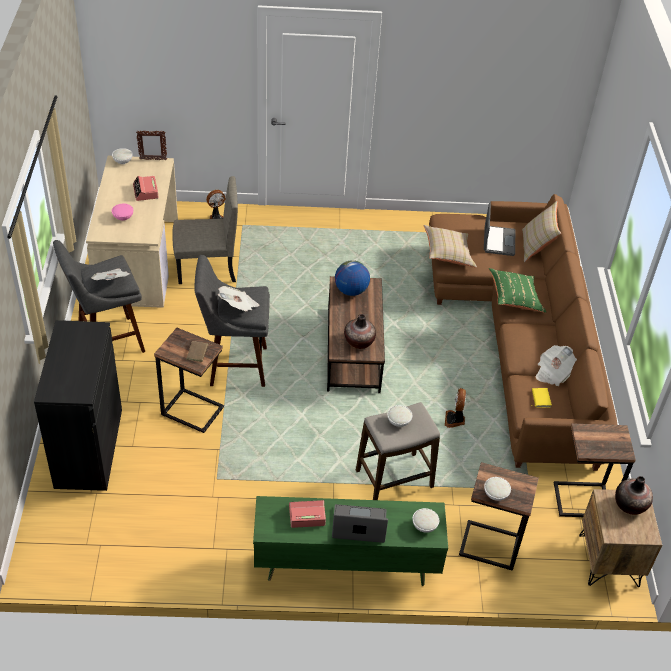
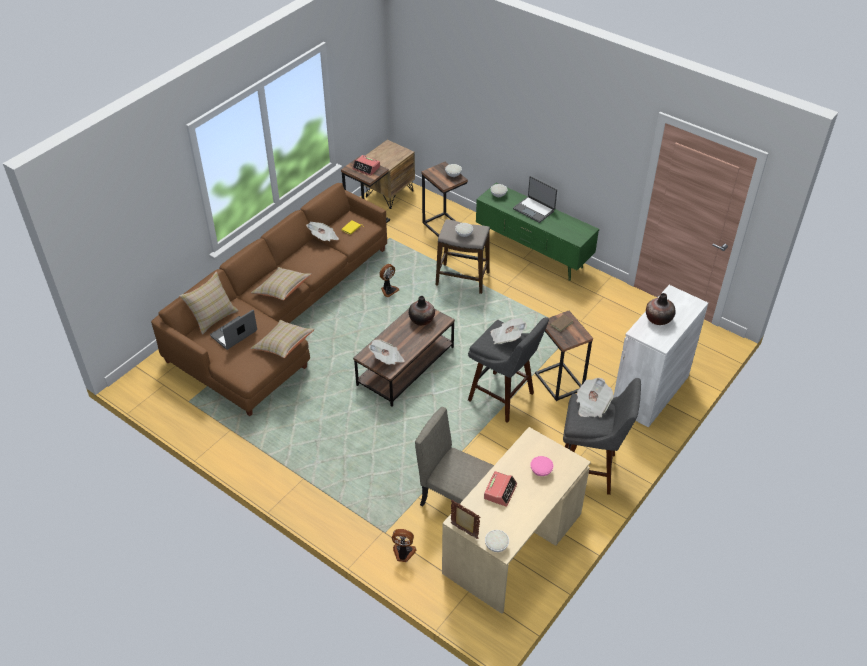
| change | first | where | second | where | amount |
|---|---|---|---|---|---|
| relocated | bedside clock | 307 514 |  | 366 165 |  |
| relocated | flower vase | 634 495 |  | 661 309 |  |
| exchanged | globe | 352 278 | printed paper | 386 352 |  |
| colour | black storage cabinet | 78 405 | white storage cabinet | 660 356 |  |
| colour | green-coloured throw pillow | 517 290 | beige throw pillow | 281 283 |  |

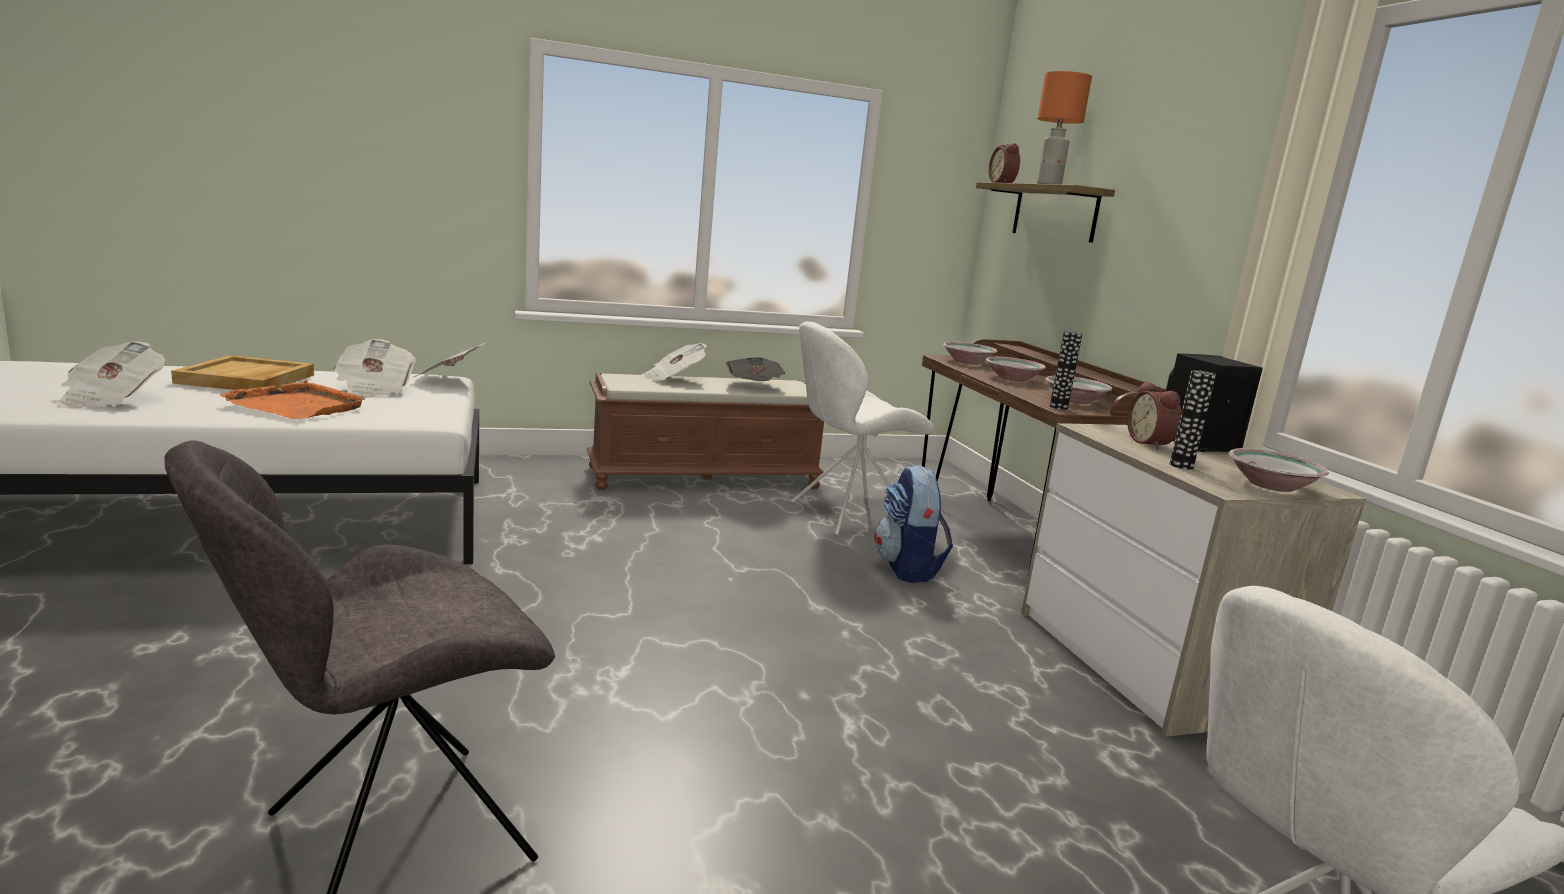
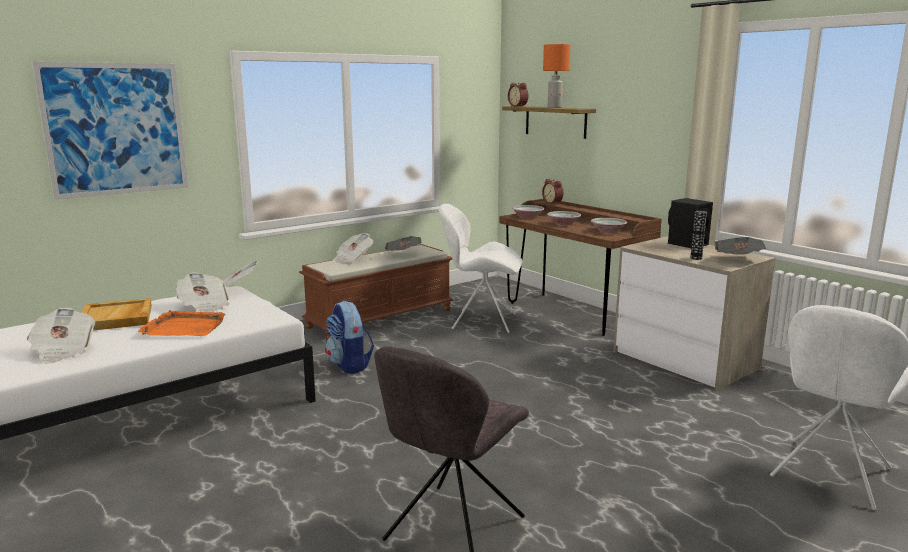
| change | first | where | second | where | amount |
|---|---|---|---|---|---|
| missing | flower vase | 1066 370 |  |  |  |
| appeared |  |  | wall art | 110 131 |  |
| relocated | knapsack | 913 524 |  | 349 337 |  |
| relocated | bedside clock | 1154 415 |  | 553 191 |  |
| exchanged | bowl | 1278 470 | printed paper | 740 246 |  |
| spun | white plain chair | 862 428 |  | 480 268 | 60 degrees clockwise |

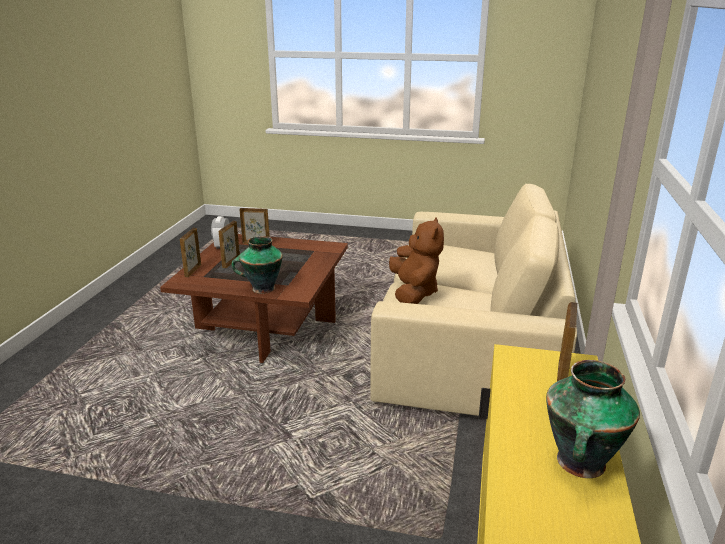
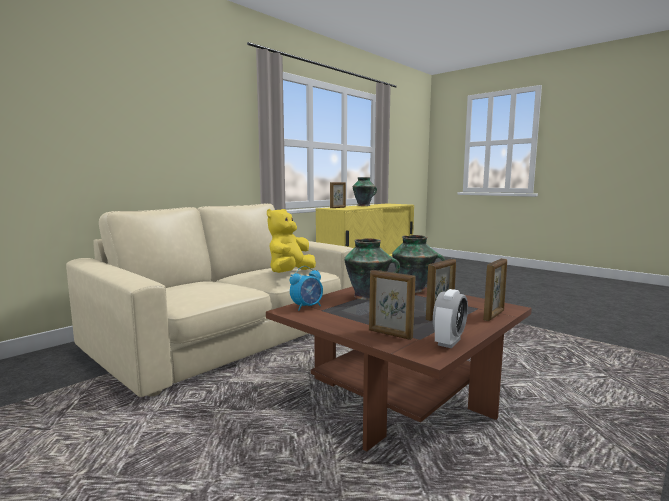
| change | first | where | second | where | amount |
|---|---|---|---|---|---|
| appeared |  |  | bedside clock | 306 288 |  |
| appeared |  |  | flower vase | 372 269 |  |
| colour | brown-coloured plush toy | 416 260 | yellow plush toy | 291 241 |  |

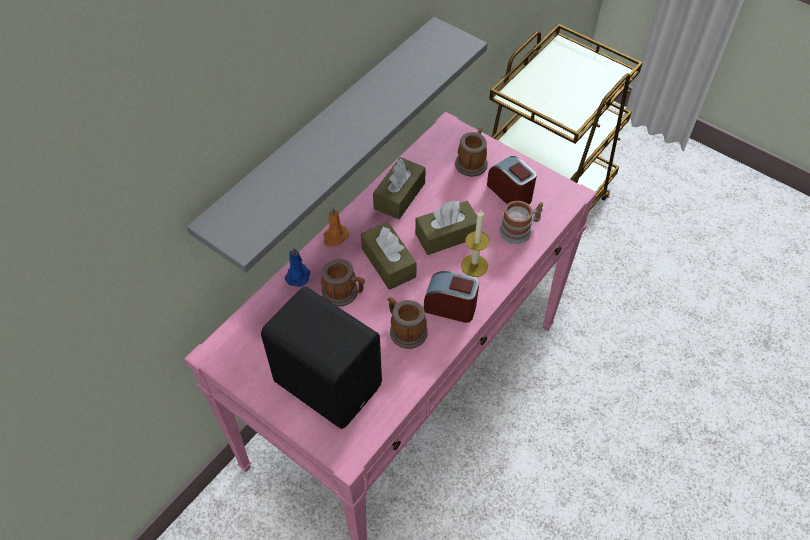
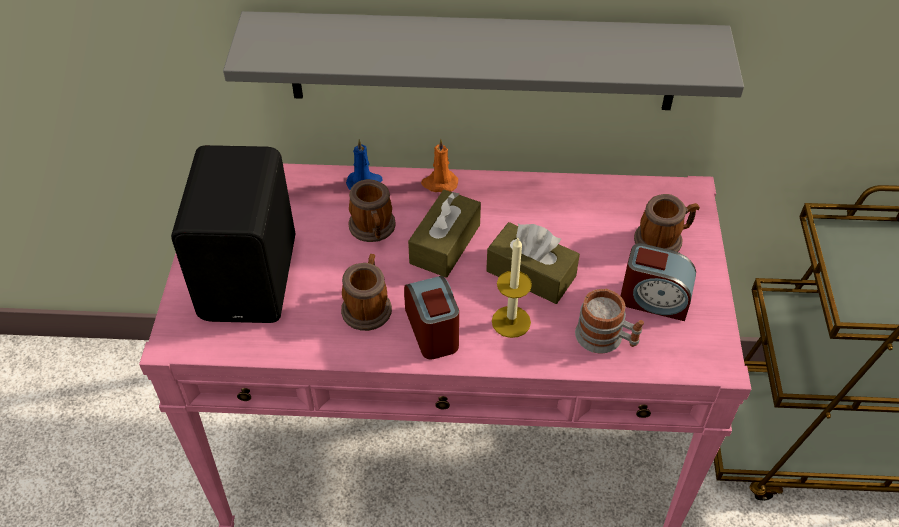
| change | first | where | second | where | amount |
|---|---|---|---|---|---|
| missing | brown-coloured box of tissues | 399 188 |  |  |  |
| spun | bedside clock | 512 180 |  | 658 282 | 90 degrees clockwise |

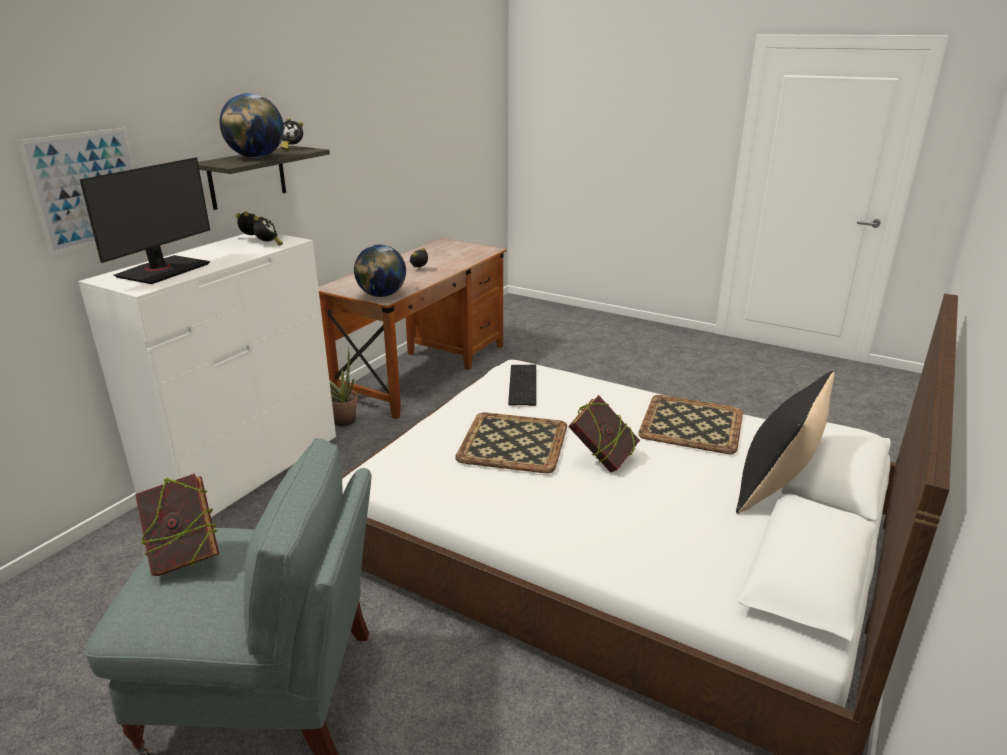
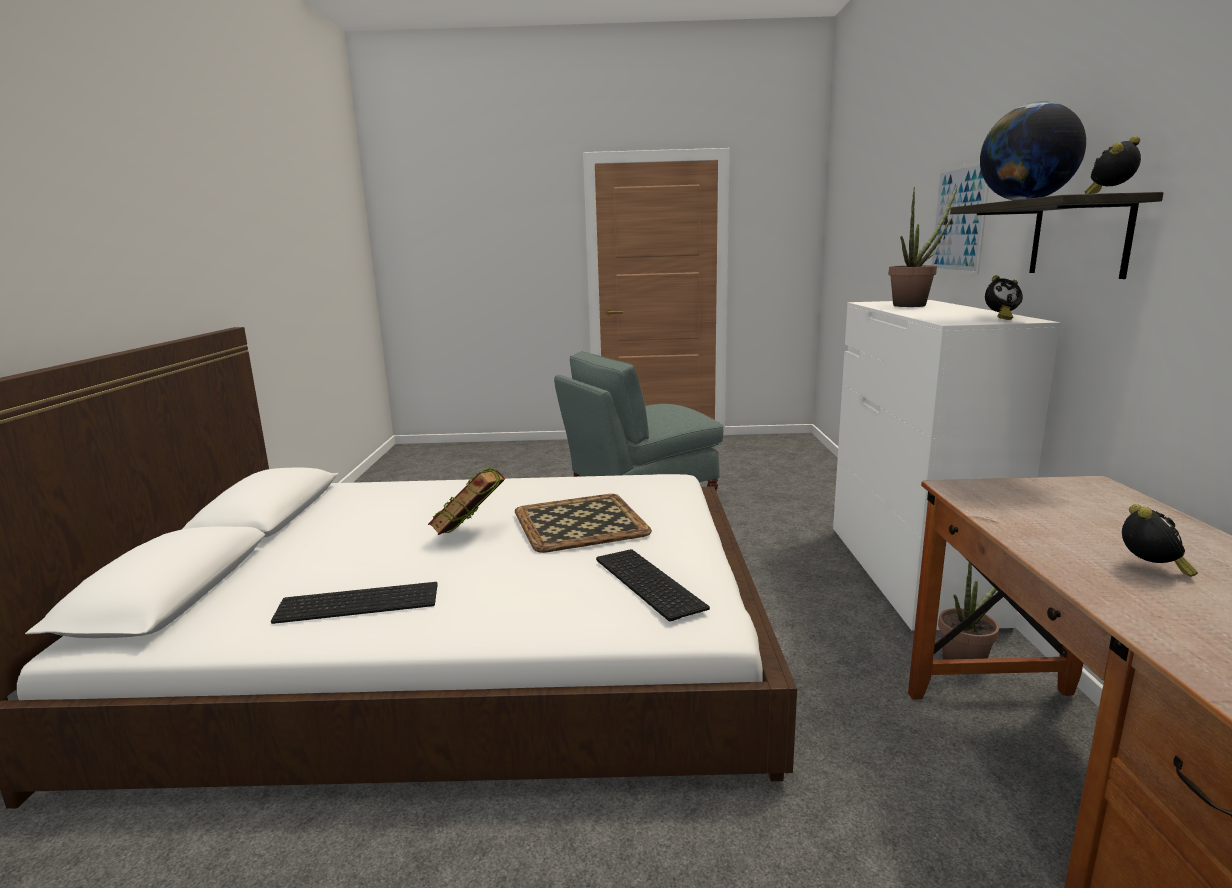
| change | first | where | second | where | amount |
|---|---|---|---|---|---|
| missing | book | 177 524 |  |  |  |
| missing | bedside clock | 268 231 |  |  |  |
| missing | globe | 380 271 |  |  |  |
| missing | black throw pillow | 785 442 |  |  |  |
| exchanged | monitor | 144 220 | potted plant | 922 246 |  |
| exchanged | serving tray | 690 424 | keyboard | 354 603 |  |

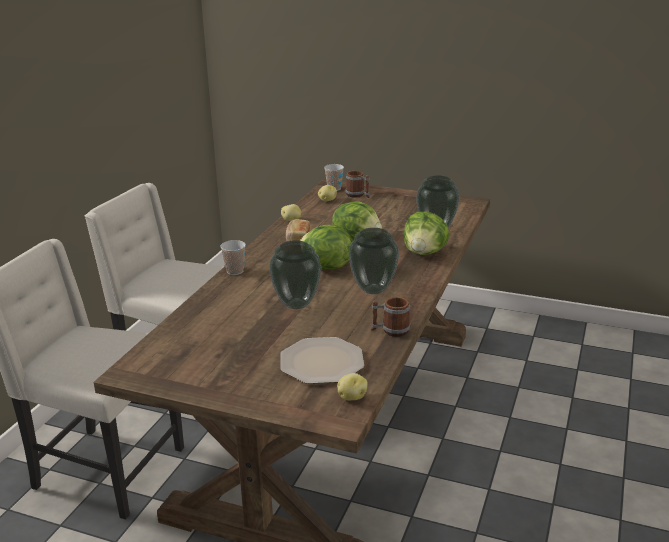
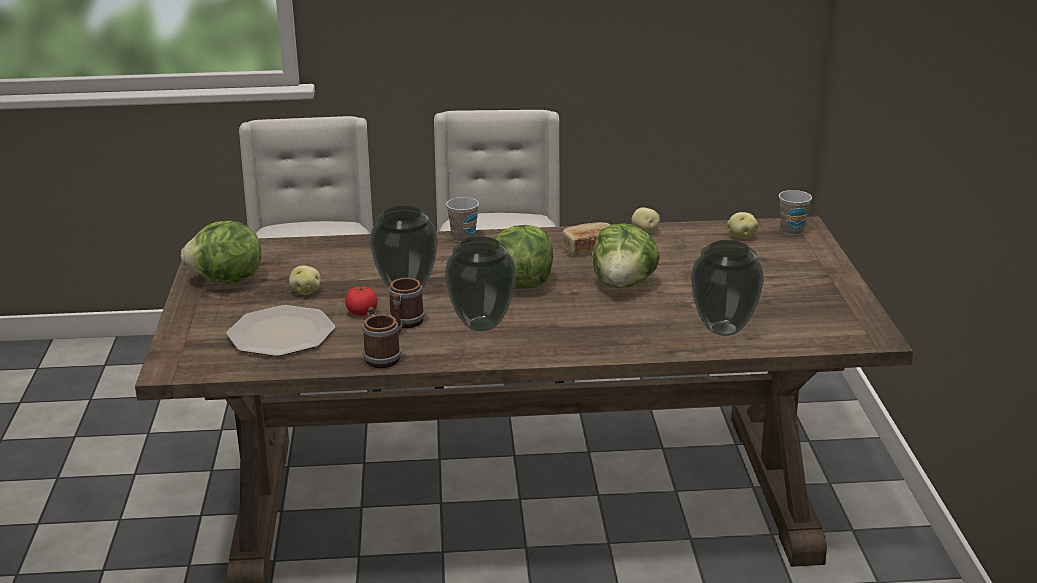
| change | first | where | second | where | amount |
|---|---|---|---|---|---|
| appeared |  |  | tomato | 361 301 |  |
| relocated | spud | 352 386 |  | 305 280 |  |
| relocated | tea mug | 357 184 |  | 407 306 |  |
| relocated | head of lettuce | 426 233 |  | 221 252 |  |

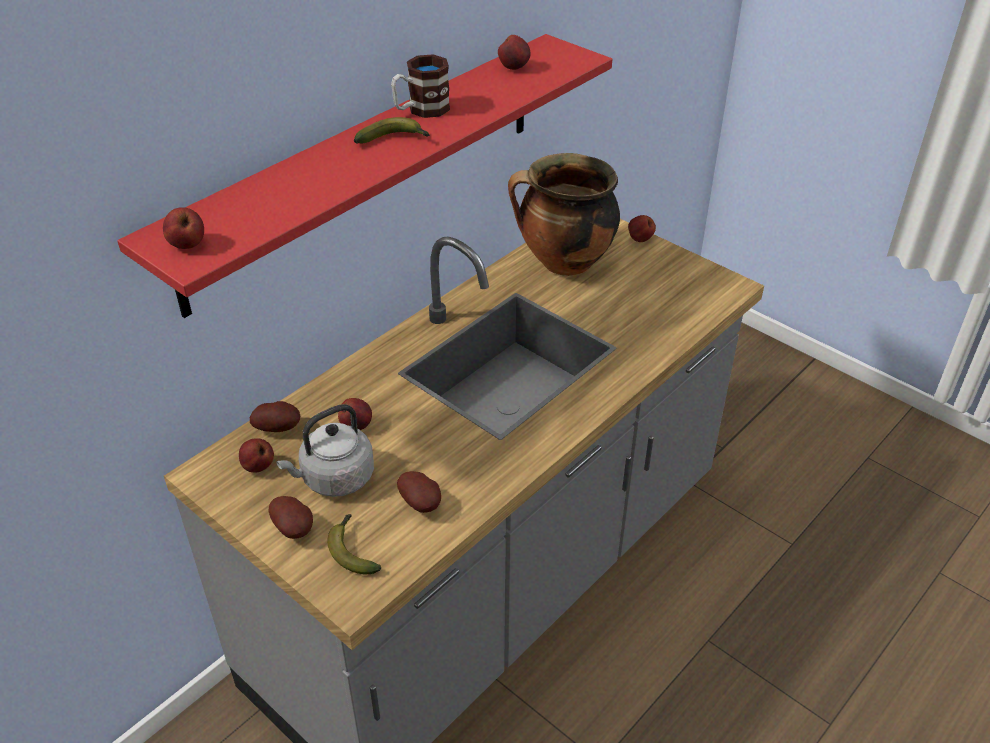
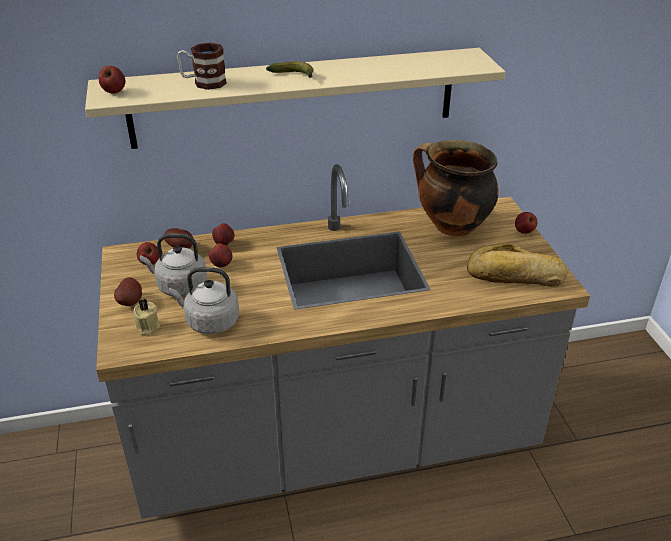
| change | first | where | second | where | amount |
|---|---|---|---|---|---|
| appeared |  |  | bread | 517 265 |  |
| relocated | tea mug | 420 86 |  | 202 66 |  |
| relocated | apple | 514 52 |  | 223 234 |  |
| exchanged | whole banana | 354 544 | beige candle | 146 317 |  |
| exchanged | spud | 419 492 | gray water kettle | 204 300 |  |
| colour | red shelf | 364 176 | beige shelf | 295 98 |  |

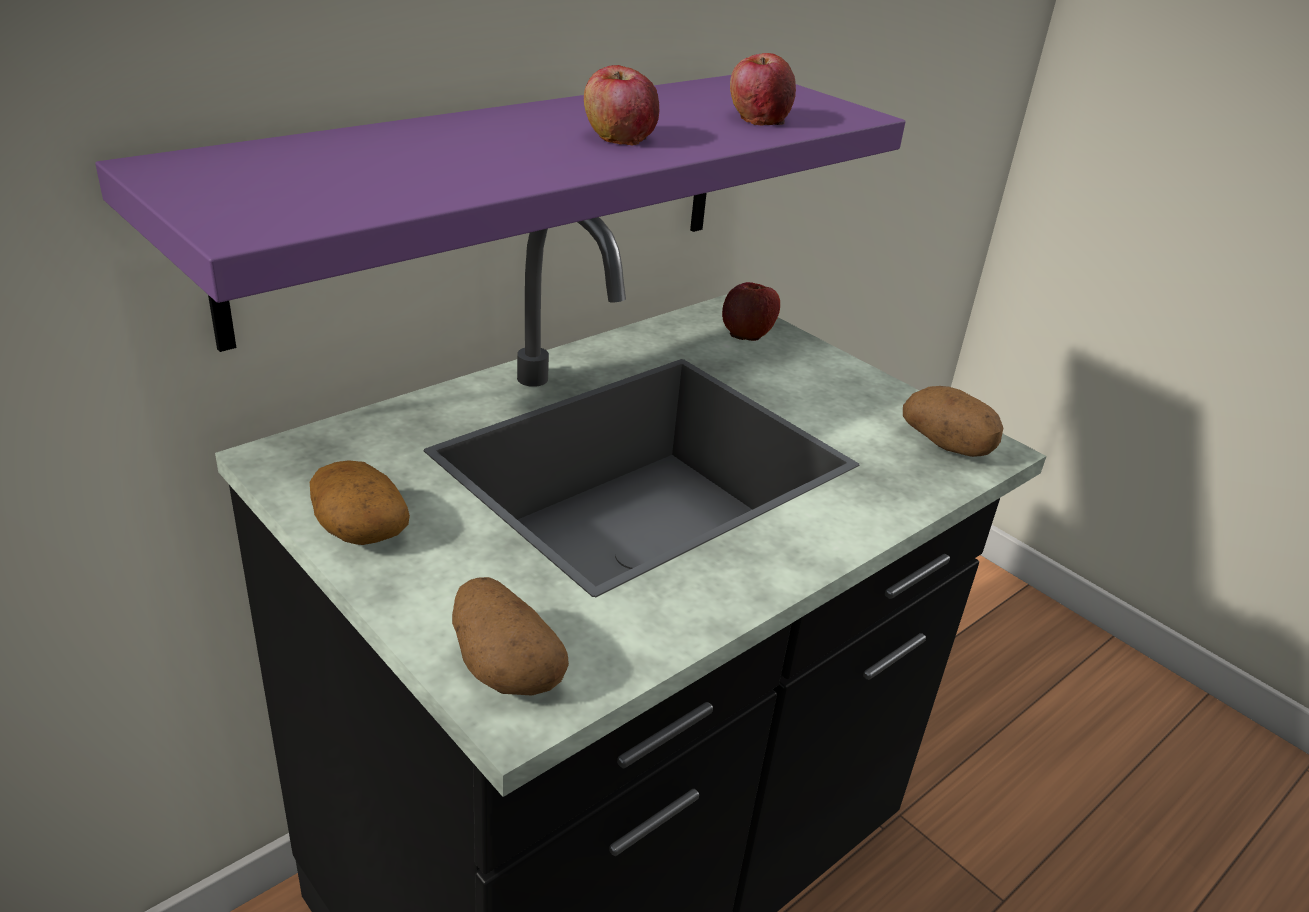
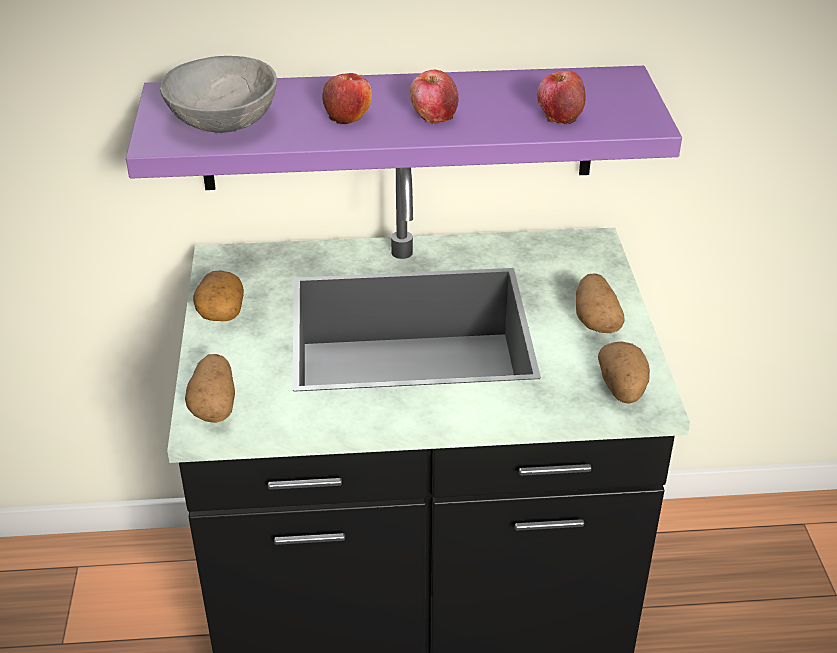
| change | first | where | second | where | amount |
|---|---|---|---|---|---|
| appeared |  |  | gray bowl | 218 94 |  |
| appeared |  |  | spud | 600 303 |  |
| relocated | apple | 751 311 |  | 347 98 |  |

